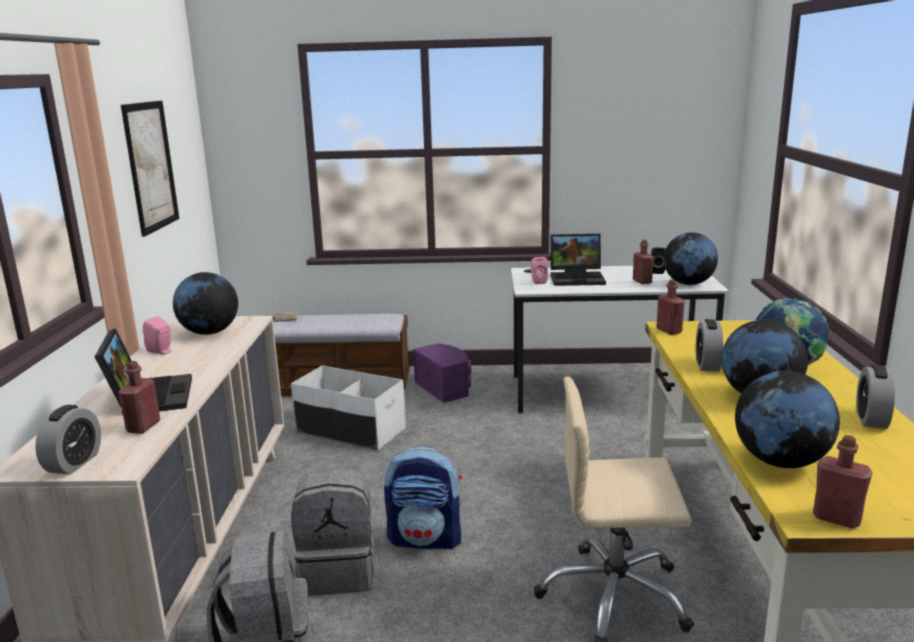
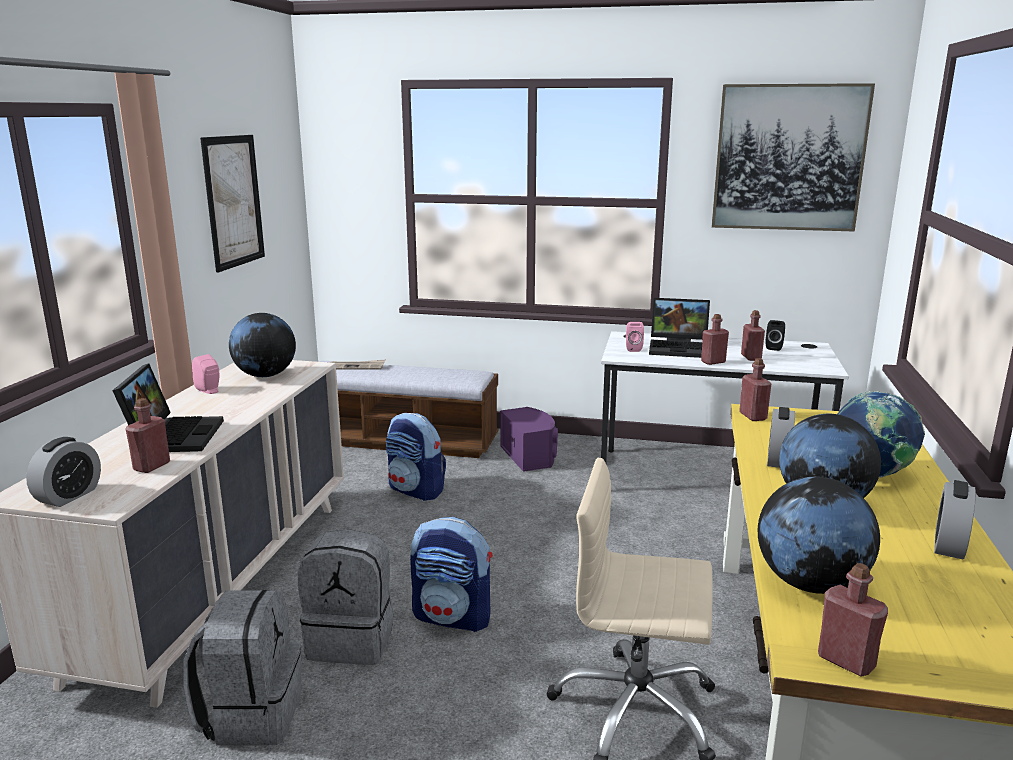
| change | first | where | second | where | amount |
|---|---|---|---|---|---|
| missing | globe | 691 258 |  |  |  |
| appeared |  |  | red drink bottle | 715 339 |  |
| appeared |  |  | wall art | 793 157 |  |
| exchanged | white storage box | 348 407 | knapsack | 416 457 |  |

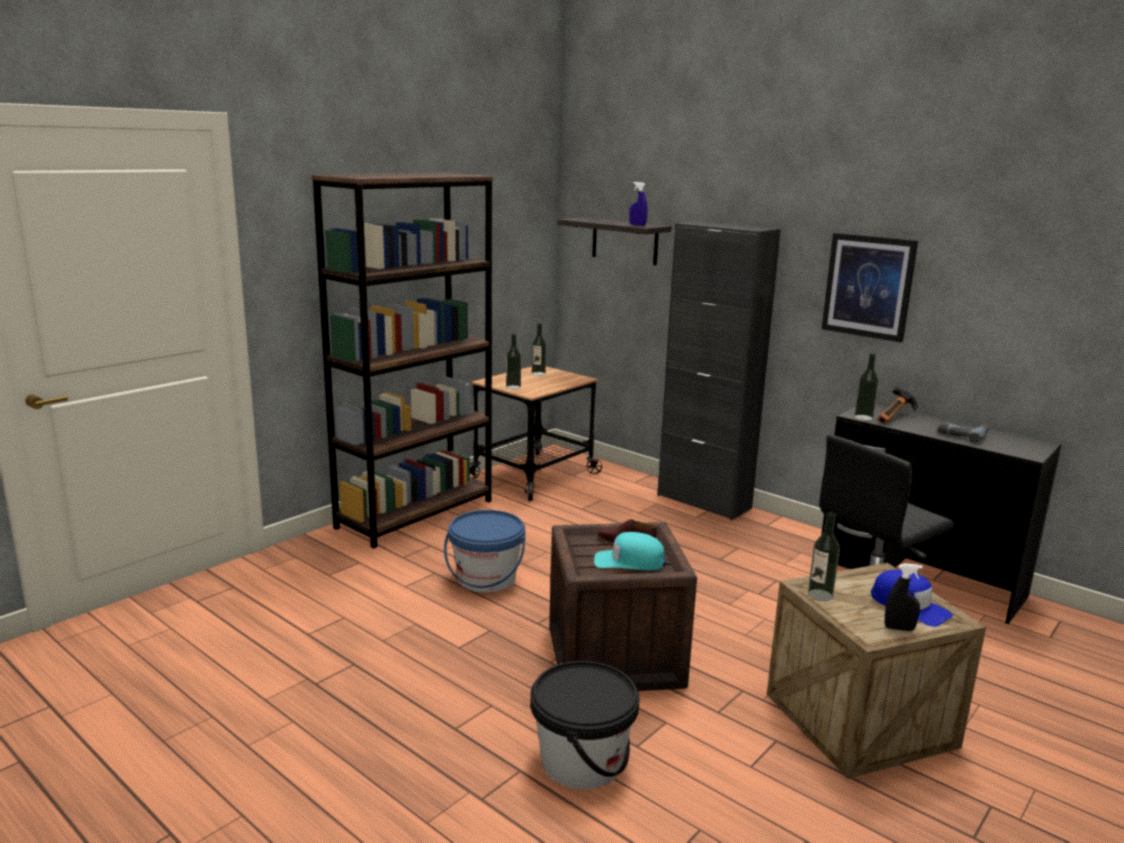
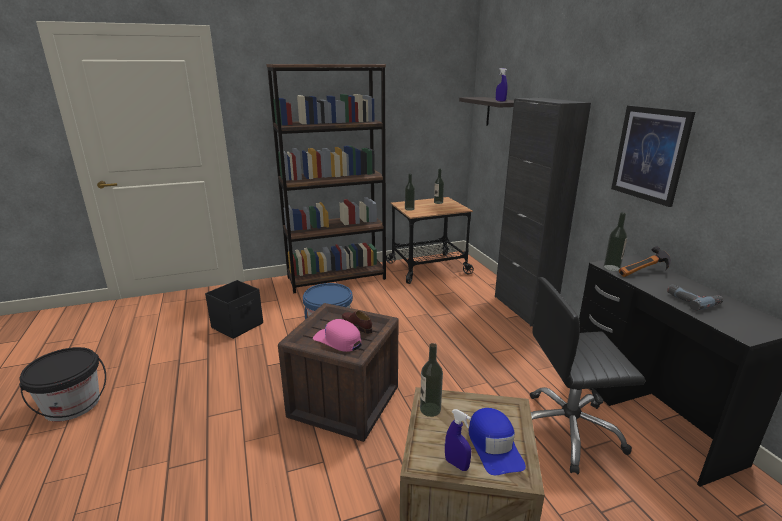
| change | first | where | second | where | amount |
|---|---|---|---|---|---|
| appeared |  |  | black storage box | 234 309 |  |
| relocated | black bucket | 585 725 |  | 62 384 |  |
| colour | turquoise-coloured peaked cap | 629 551 | pinkish peaked cap | 337 335 |  |
| colour | black spray bottle | 904 597 | blue-coloured spray bottle | 458 440 |  |

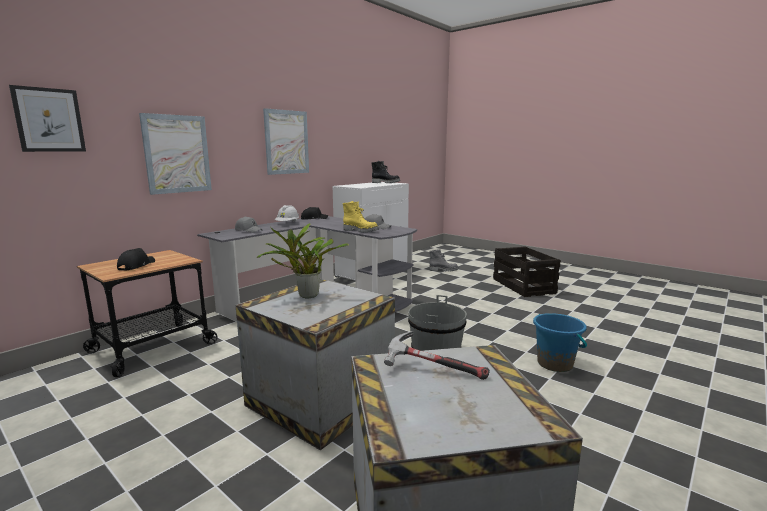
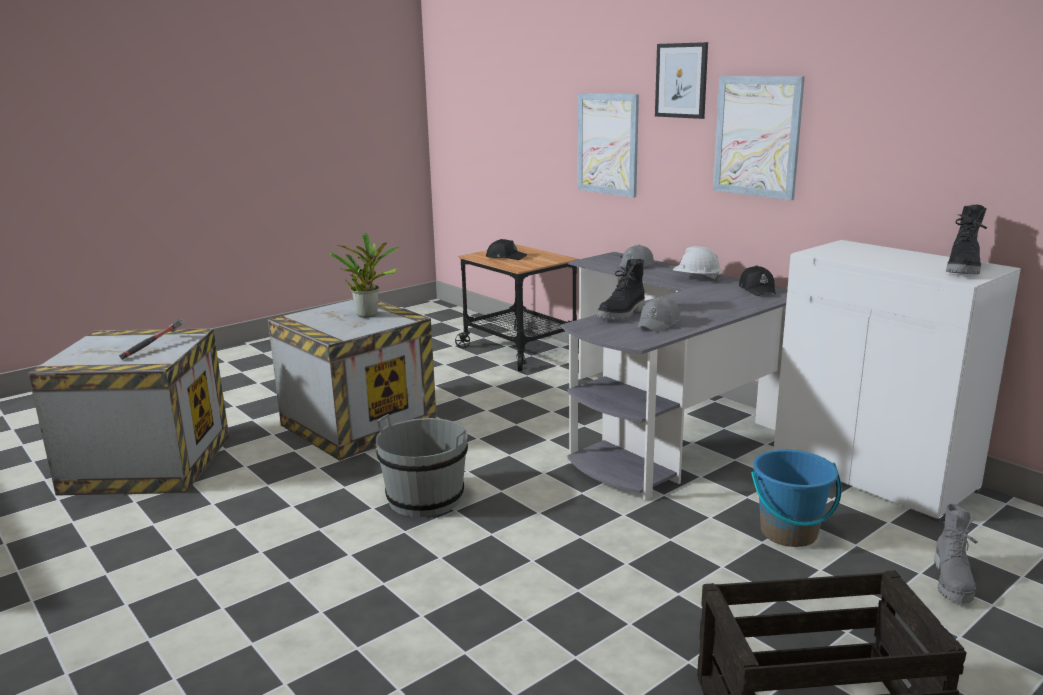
| change | first | where | second | where | amount |
|---|---|---|---|---|---|
| relocated | wall art | 47 118 |  | 681 80 |  |
| relocated | blue-coloured bucket | 560 342 |  | 796 498 |  |
| colour | yellow high-top boot | 361 217 | black high-top boot | 621 289 |  |

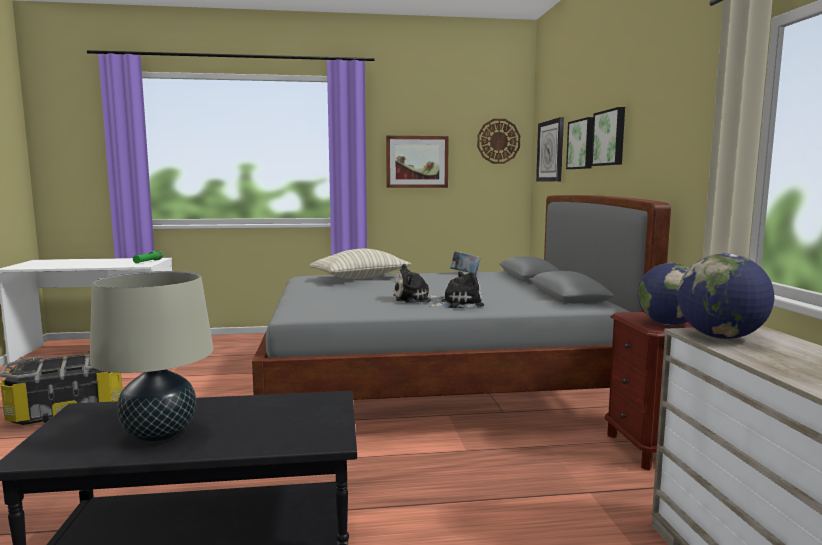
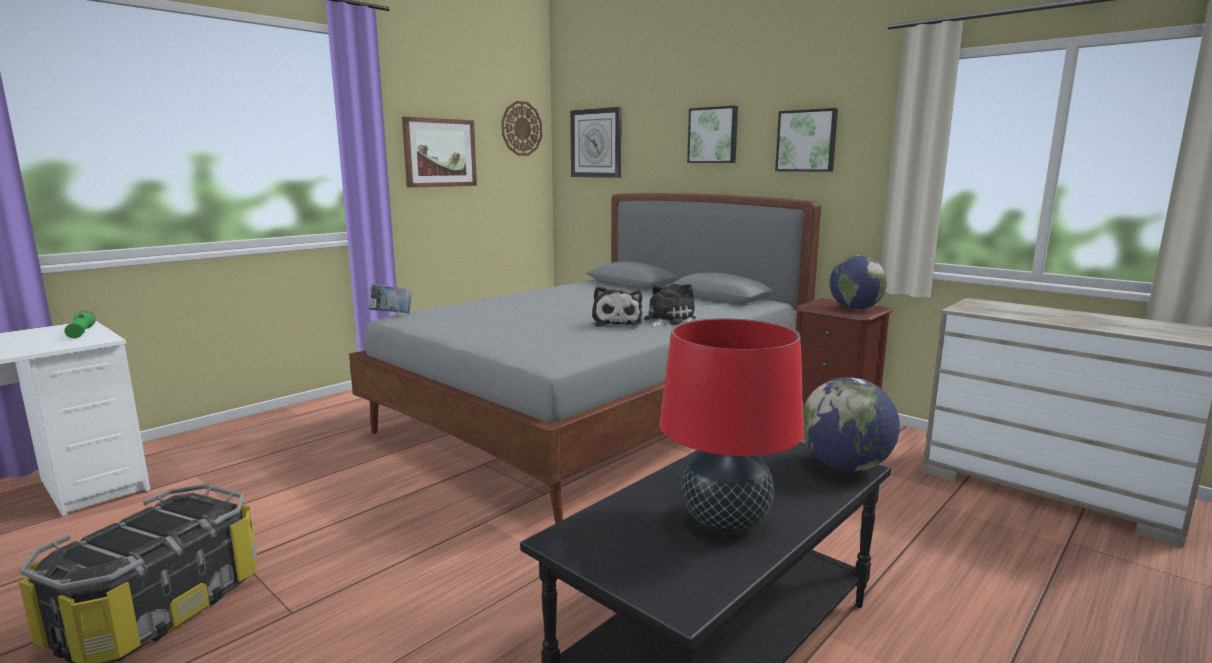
| change | first | where | second | where | amount |
|---|---|---|---|---|---|
| missing | throw pillow | 360 264 |  |  |  |
| relocated | book | 465 262 |  | 390 298 |  |
| relocated | wall art | 579 143 |  | 806 140 |  |
| relocated | globe | 726 296 |  | 851 424 |  |
| colour | beige table lamp | 151 356 | red table lamp | 731 426 |  |
| spun | plush toy | 418 283 |  | 617 306 | 45 degrees counterclockwise |

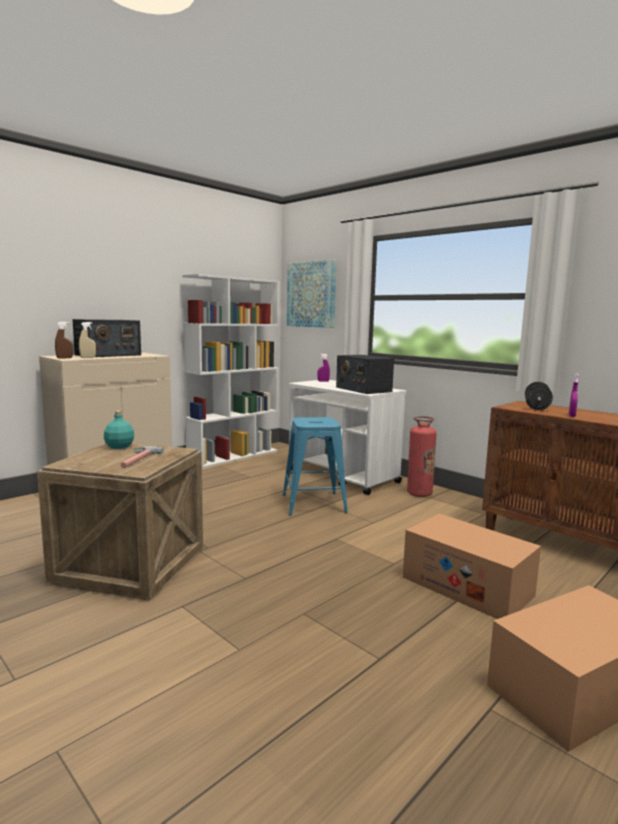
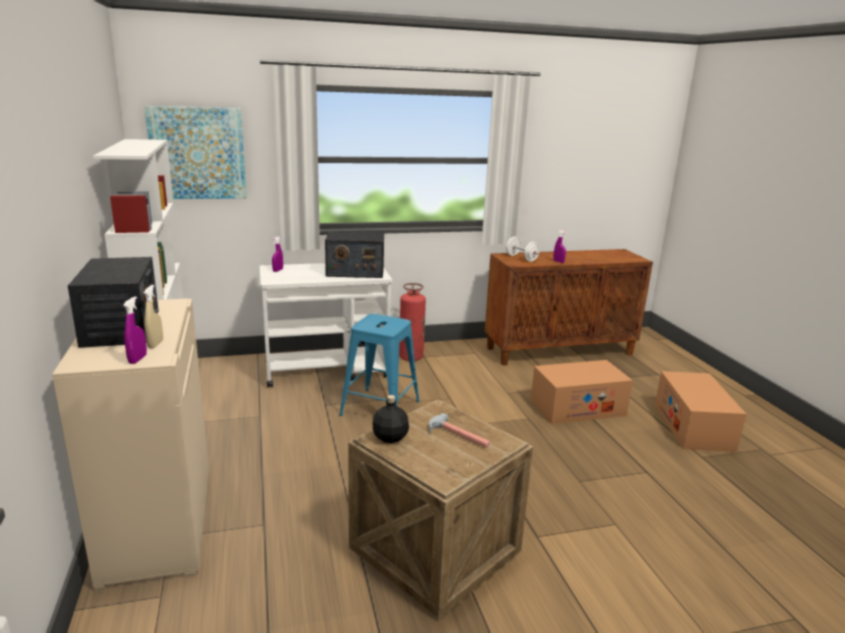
| change | first | where | second | where | amount |
|---|---|---|---|---|---|
| colour | brown-coloured spray bottle | 64 340 | purple spray bottle | 135 330 |  |
| colour | turquoise-coloured drink bottle | 119 430 | black drink bottle | 390 419 |  |
| colour | black free weight | 539 396 | white free weight | 523 249 |  |

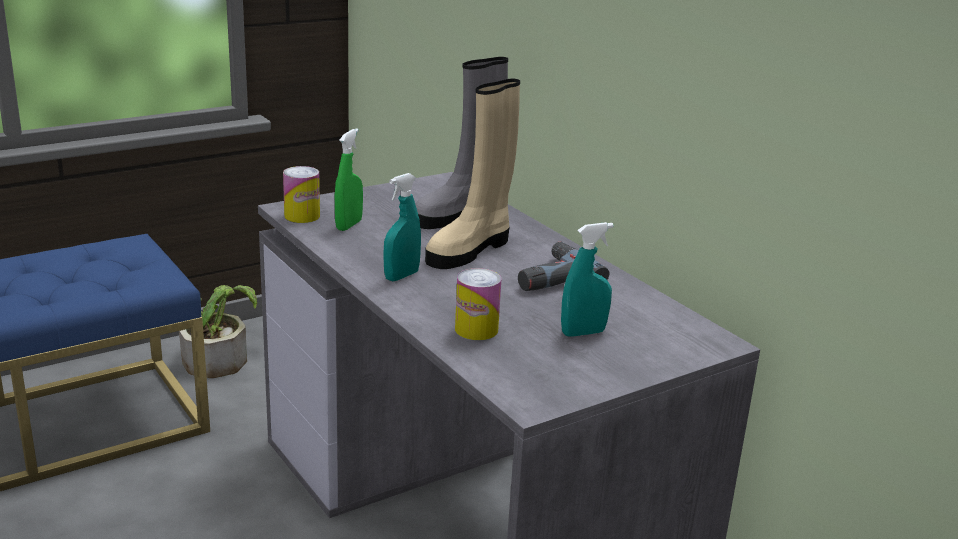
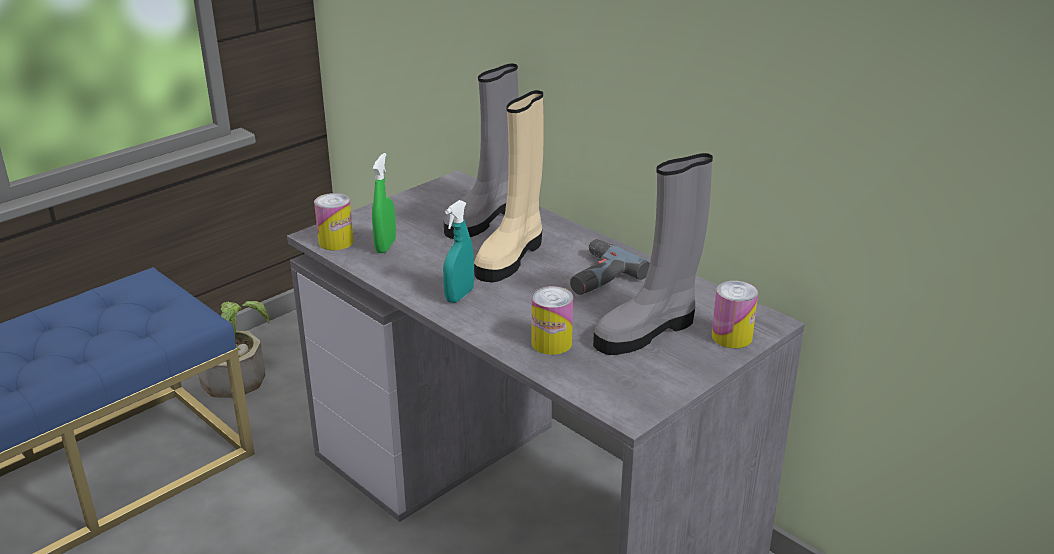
| change | first | where | second | where | amount |
|---|---|---|---|---|---|
| appeared |  |  | can | 735 314 |  |
| exchanged | turquoise-coloured spray bottle | 587 279 | gray high-top boot | 653 254 |  |

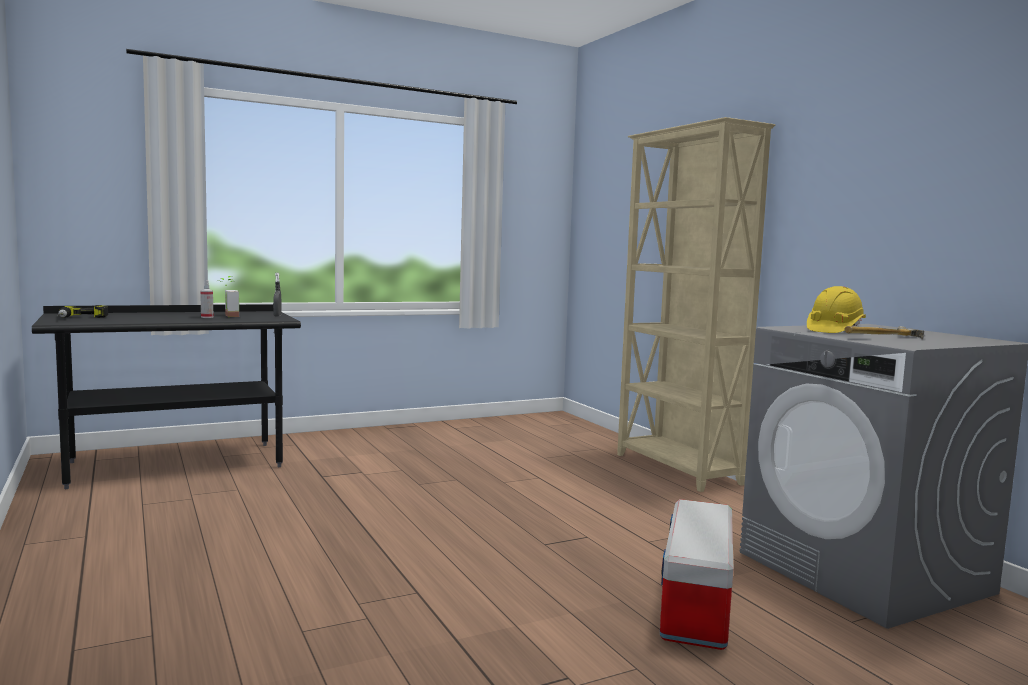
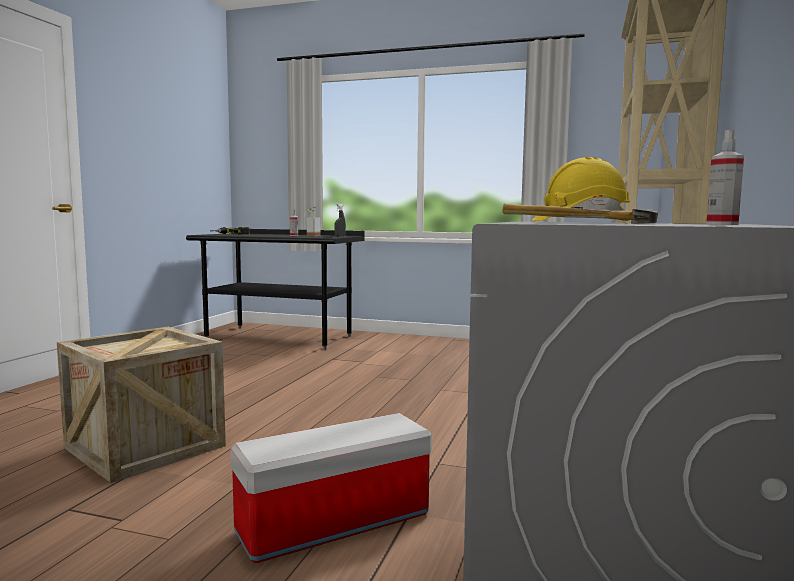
| change | first | where | second | where | amount |
|---|---|---|---|---|---|
| appeared |  |  | crate | 141 405 |  |
| appeared |  |  | spray bottle | 725 177 |  |

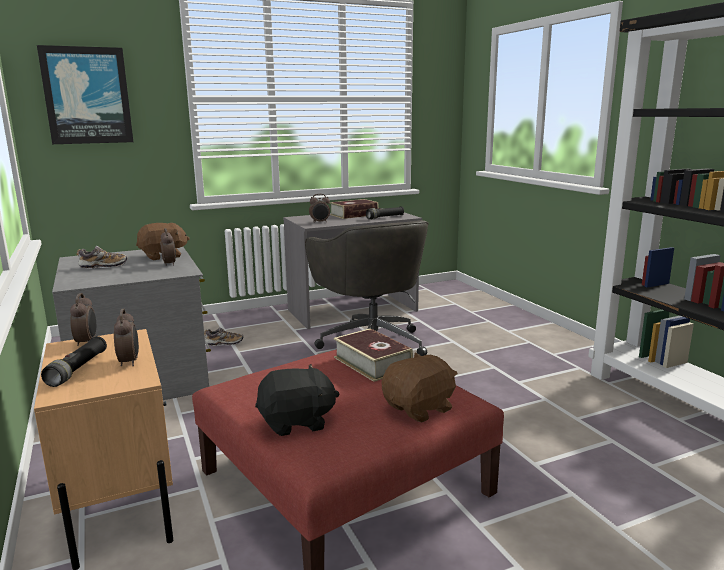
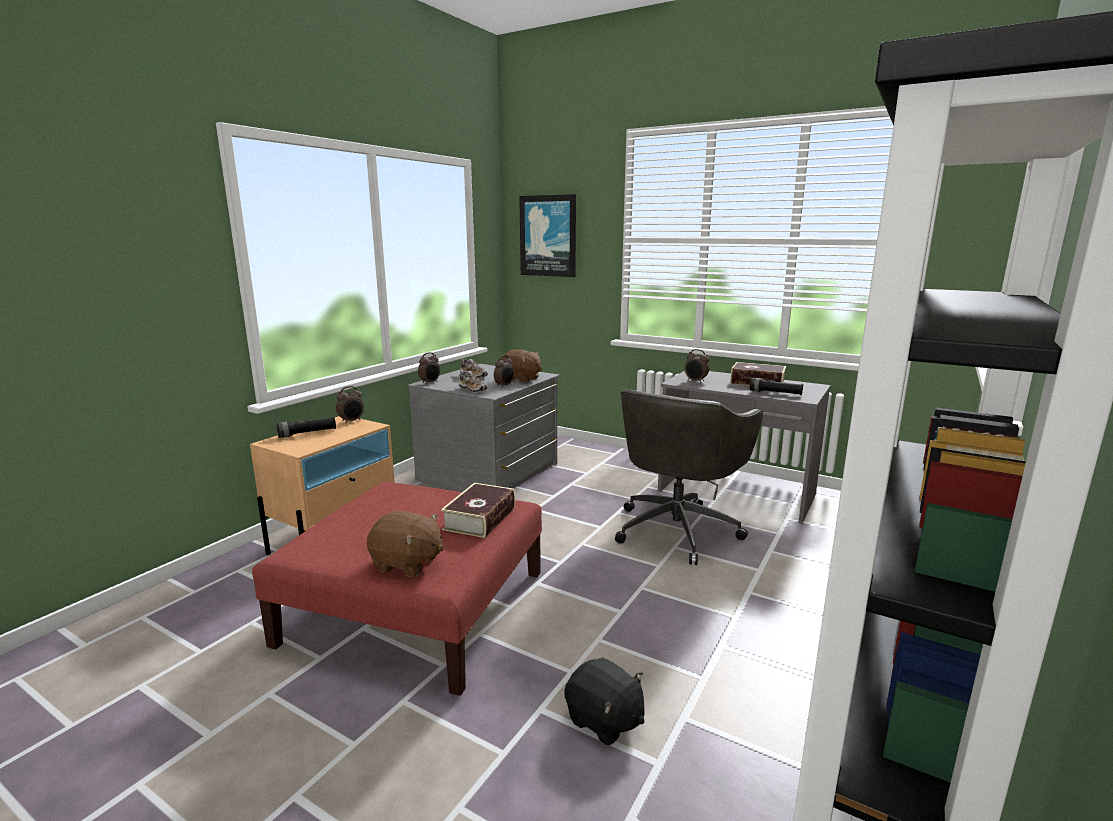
| change | first | where | second | where | amount |
|---|---|---|---|---|---|
| relocated | bedside clock | 126 337 |  | 429 368 |  |
| relocated | shoe | 224 336 |  | 473 382 |  |
| relocated | black plush toy | 297 400 |  | 604 702 |  |

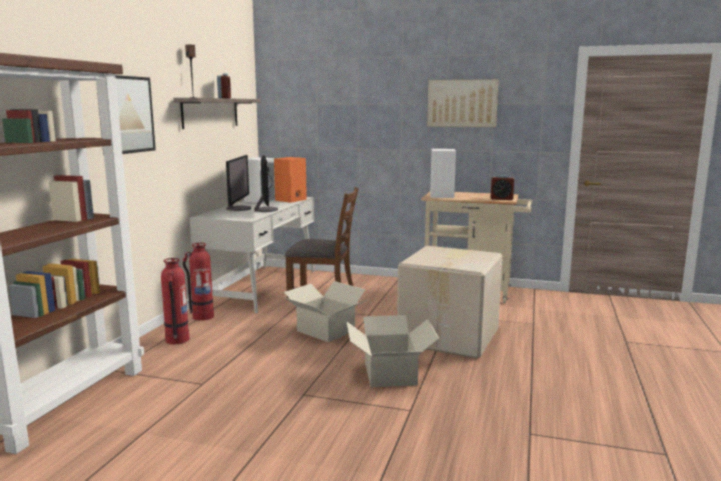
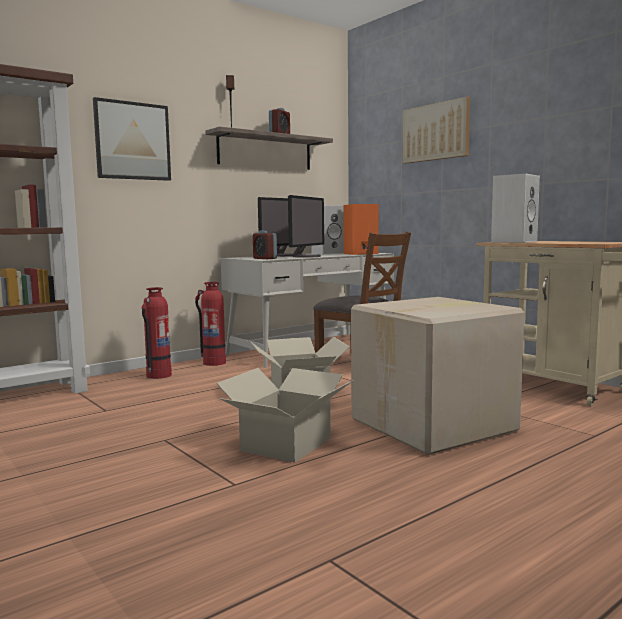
| change | first | where | second | where | amount |
|---|---|---|---|---|---|
| relocated | wall art | 462 103 |  | 436 130 |  |
| relocated | bedside clock | 502 187 |  | 265 244 |  |

